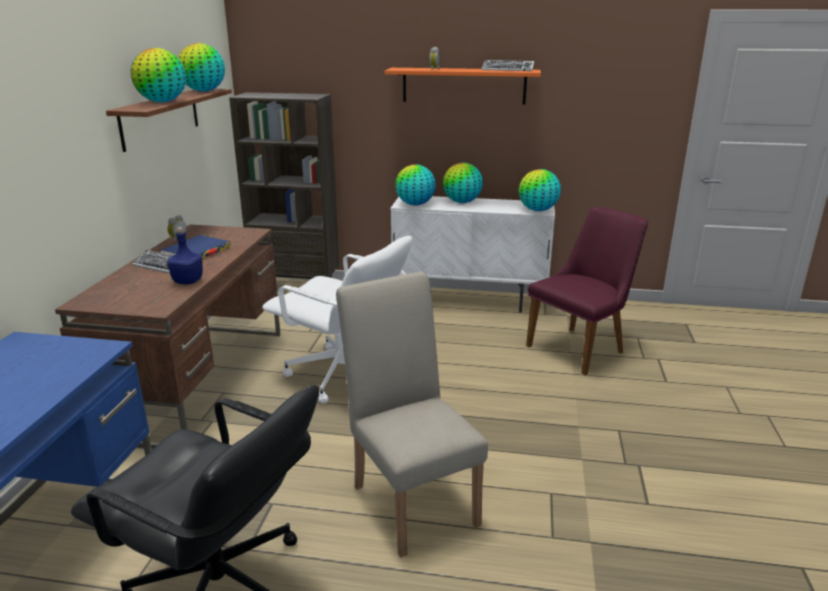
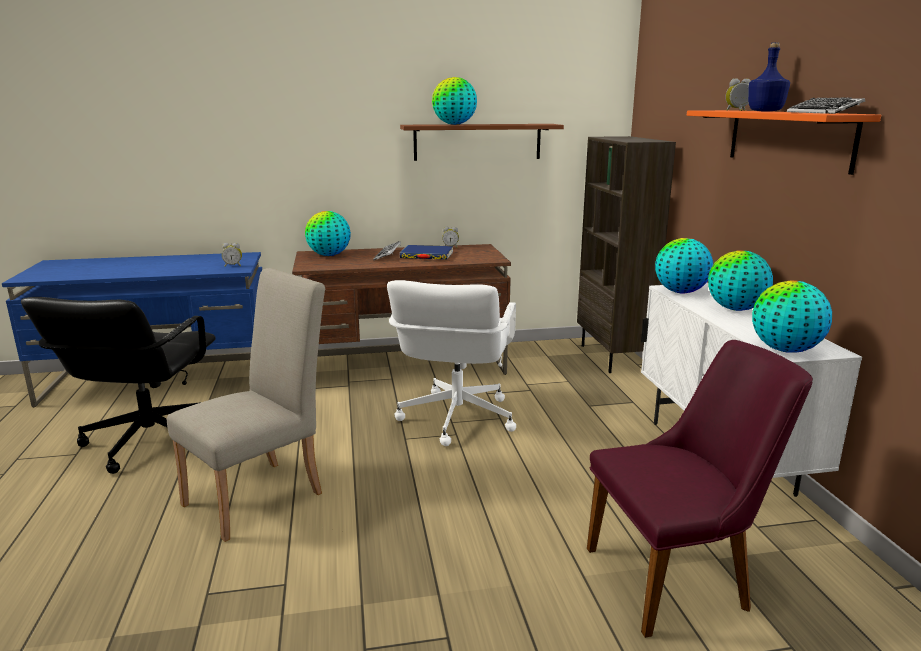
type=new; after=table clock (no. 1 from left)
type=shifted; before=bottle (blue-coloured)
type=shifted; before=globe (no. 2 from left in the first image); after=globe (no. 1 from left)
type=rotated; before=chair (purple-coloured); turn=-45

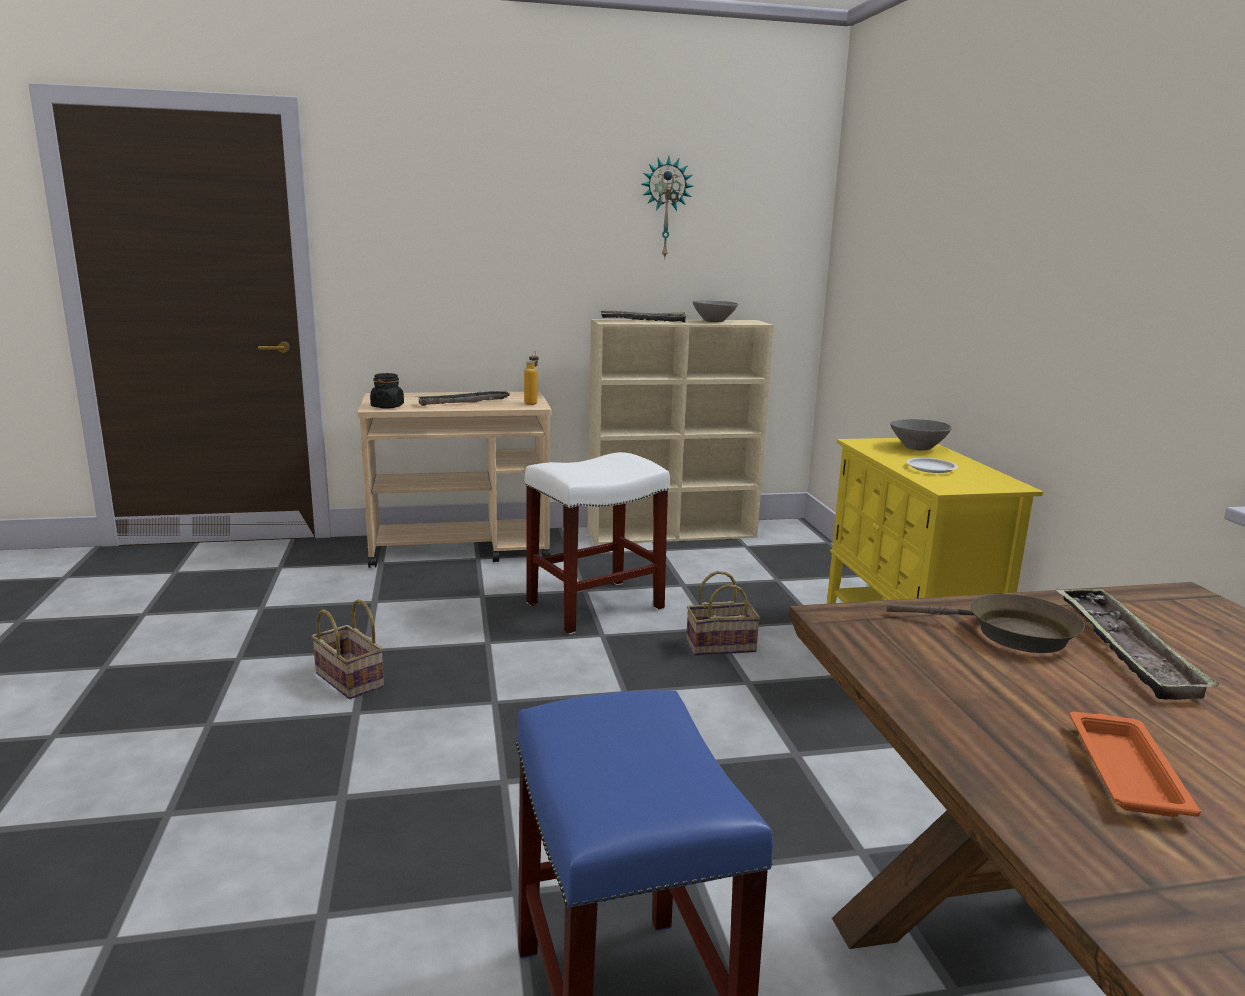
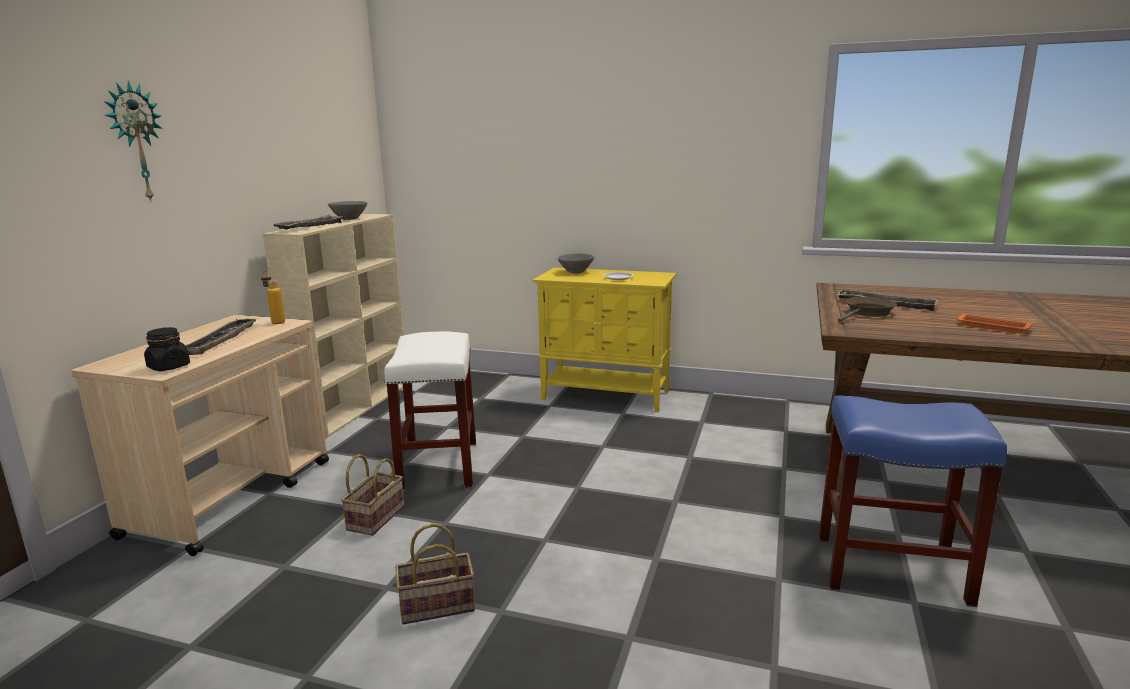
type=shifted; before=wall clock
type=shifted; before=storage basket (no. 2 from left in the first image); after=storage basket (no. 1 from left)

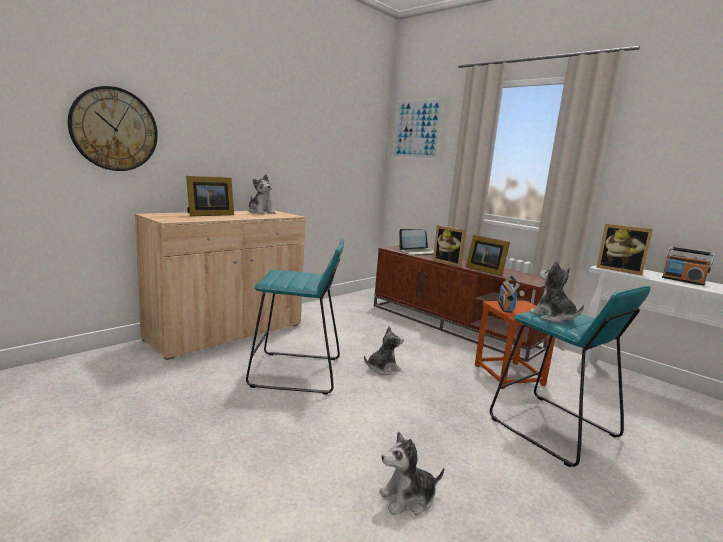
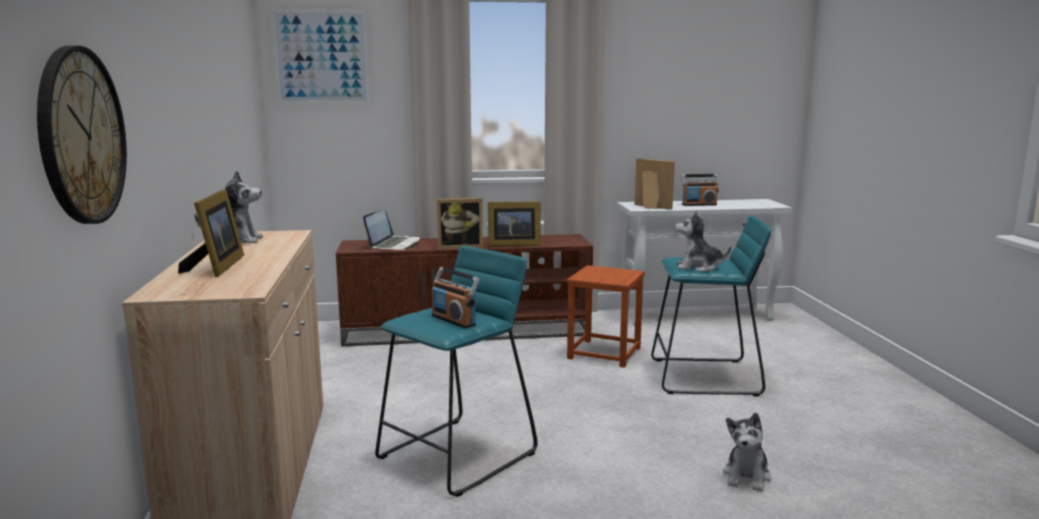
type=gone; before=soft toy (no. 2 from left)
type=shifted; before=radio (no. 1 from left)
type=rotated; before=photo frame (no. 4 from left); turn=-120

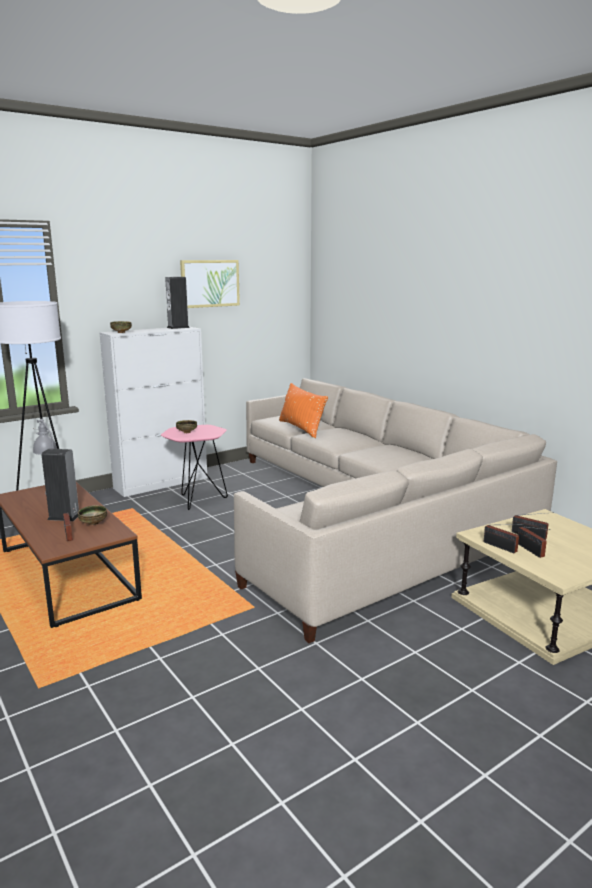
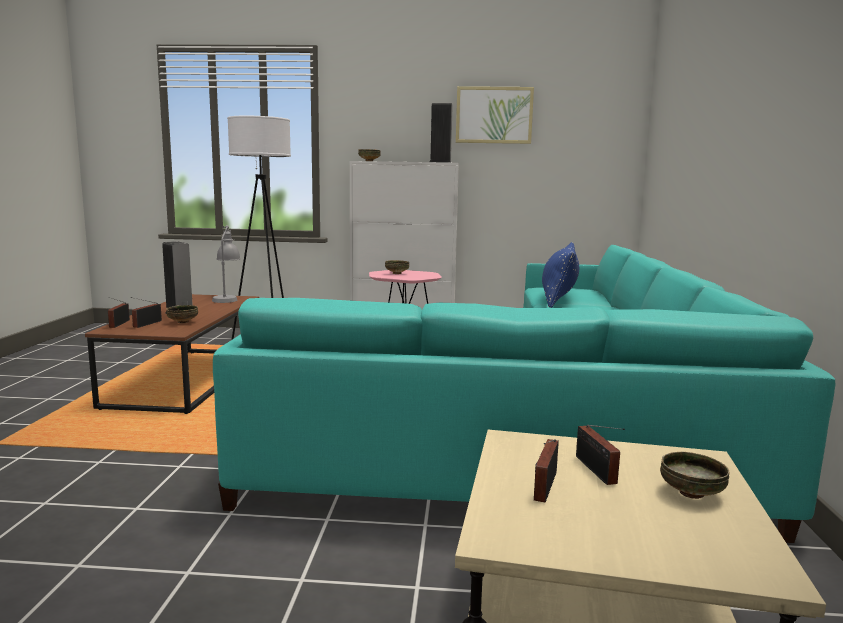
type=new; after=bowl (no. 4 from left)
type=shifted; before=radio (no. 2 from left in the first image); after=radio (no. 1 from left)
type=repainted; before=settee (beige-coloured); after=settee (turquoise-coloured)
type=repainted; before=pillow (orange); after=pillow (blue-coloured)

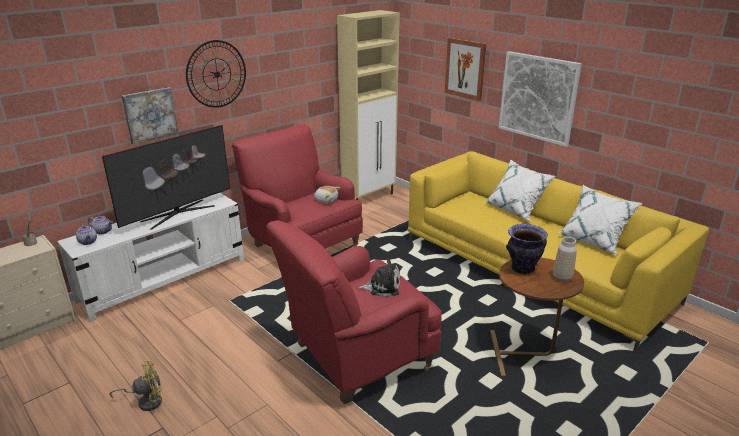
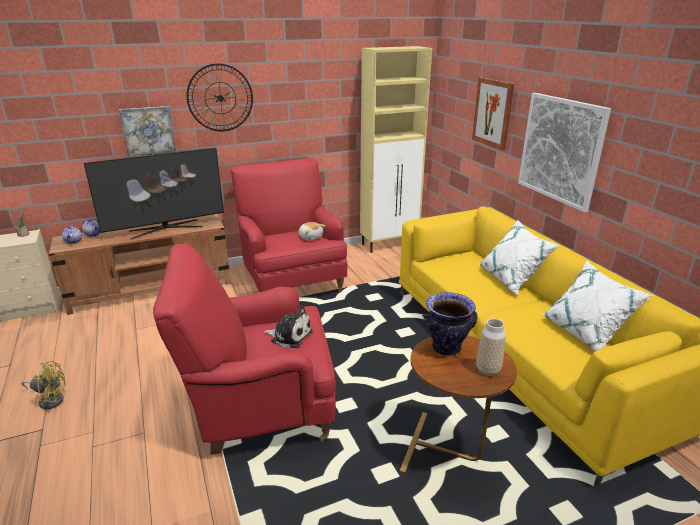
type=repainted; before=media console (white-coloured); after=media console (brownish)

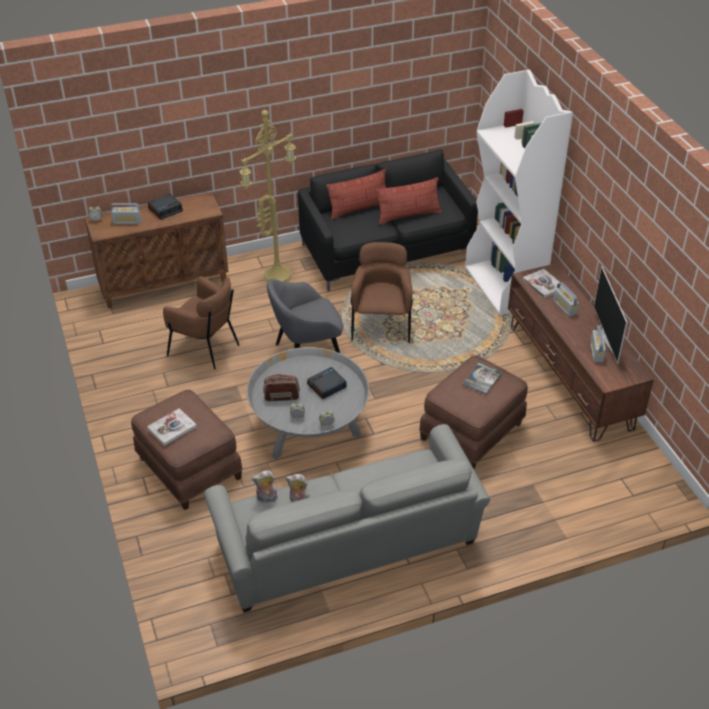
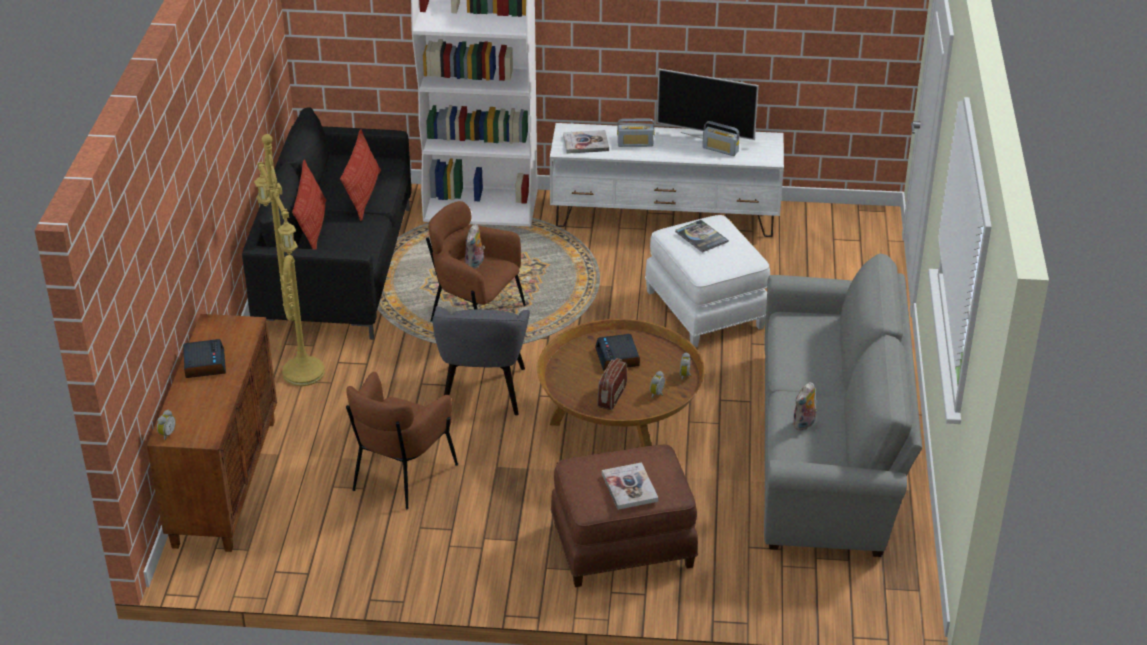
type=gone; before=radio (no. 1 from left)
type=shifted; before=soft toy (no. 1 from left)
type=repainted; before=lounge table (grey); after=lounge table (brownish)
type=repainted; before=pouffe (brownish) (no. 2 from left); after=pouffe (white-coloured)
type=repainted; before=media console (brownish); after=media console (white-coloured)
type=rotated; before=easy chair (brownish) (no. 1 from left); turn=150

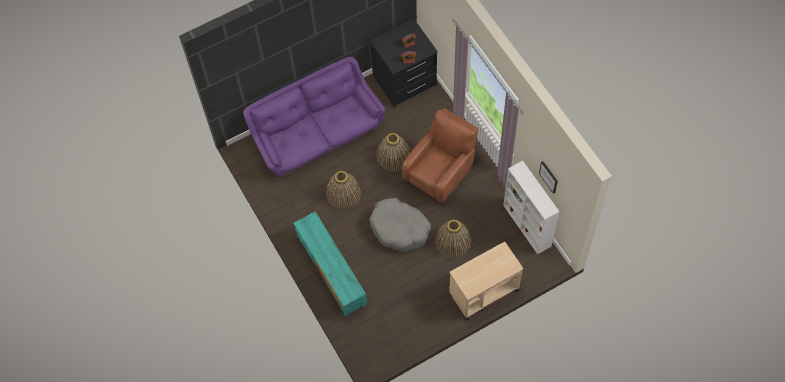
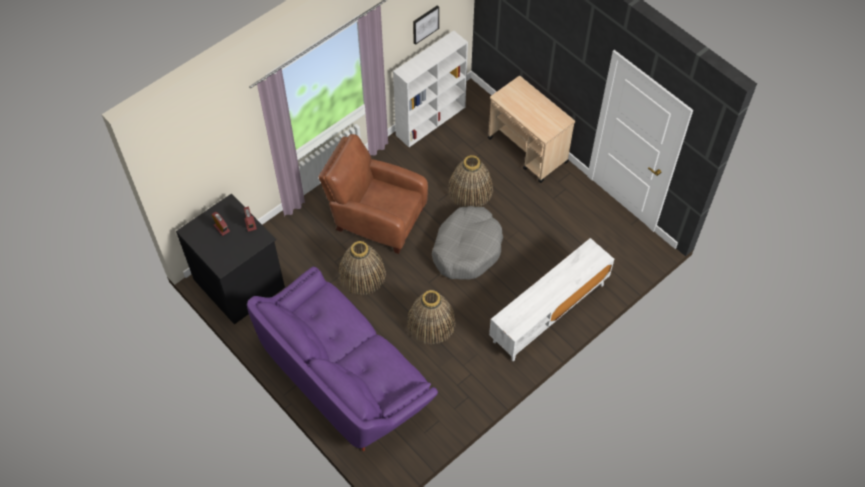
type=repainted; before=media console (turquoise-coloured); after=media console (white-coloured)

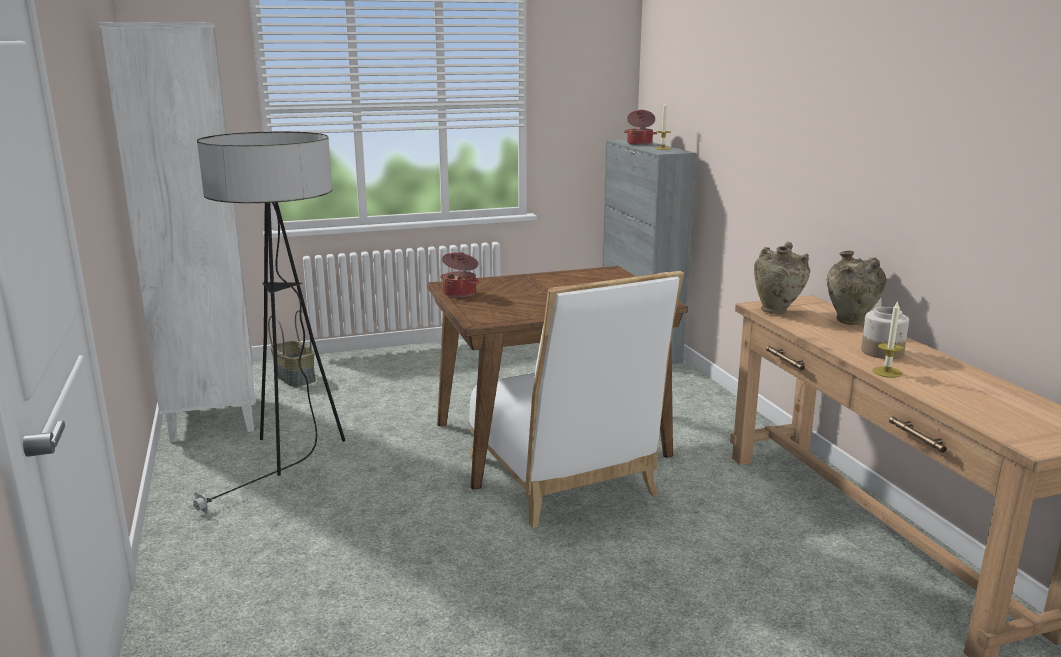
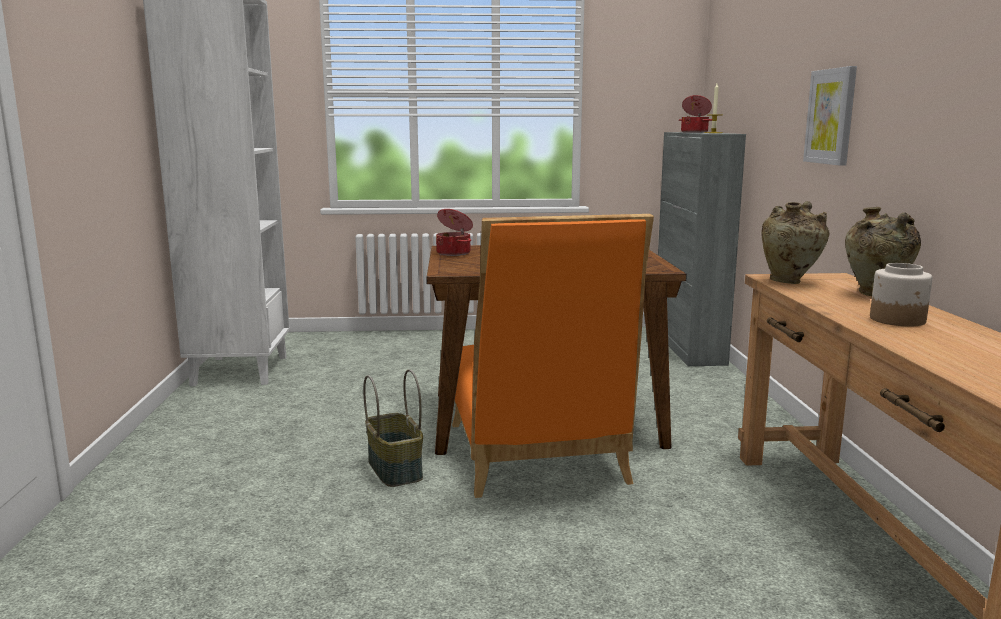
type=gone; before=standing lamp
type=gone; before=wax light (no. 2 from left)
type=new; after=picture
type=shifted; before=storage basket
type=repainted; before=chair (white-coloured); after=chair (orange)

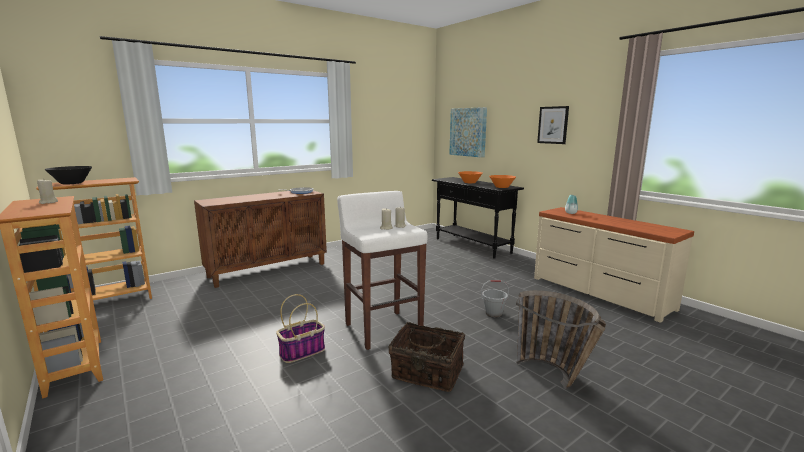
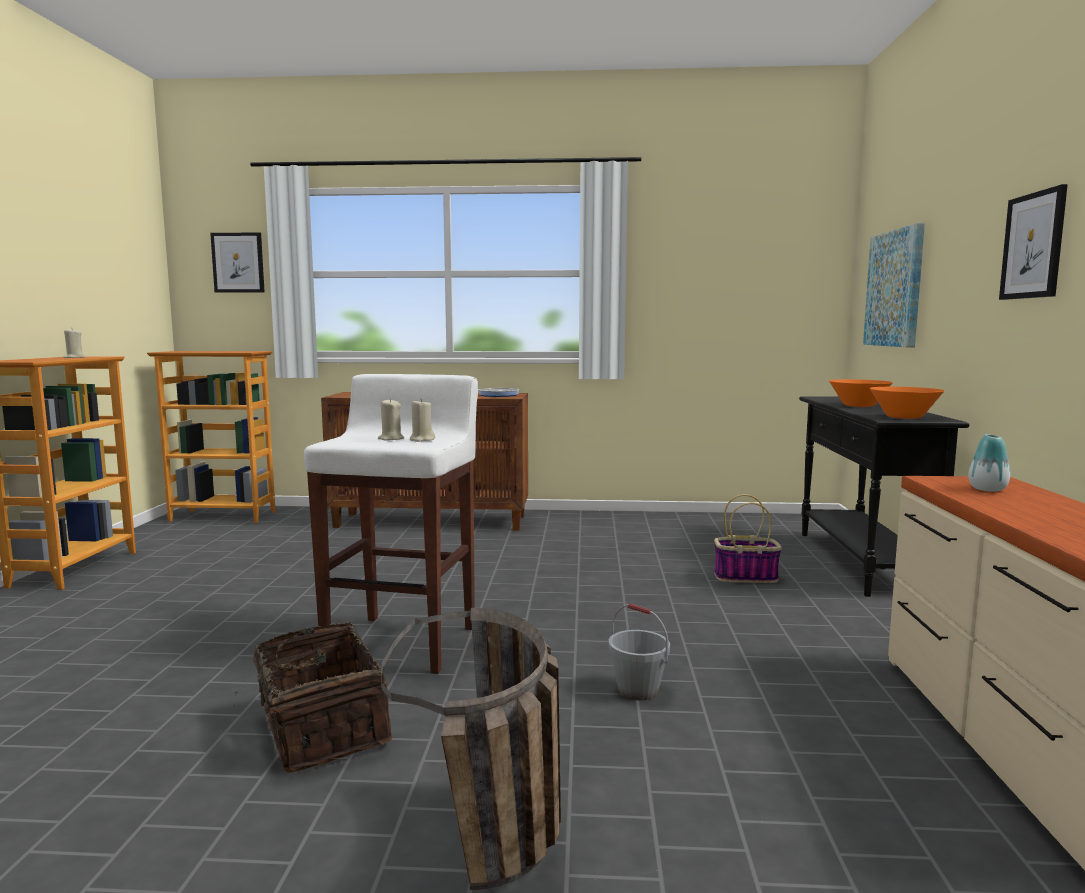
type=gone; before=bowl (black-coloured)
type=new; after=picture (no. 1 from left)
type=shifted; before=storage basket (no. 1 from left in the first image); after=storage basket (no. 3 from left)

